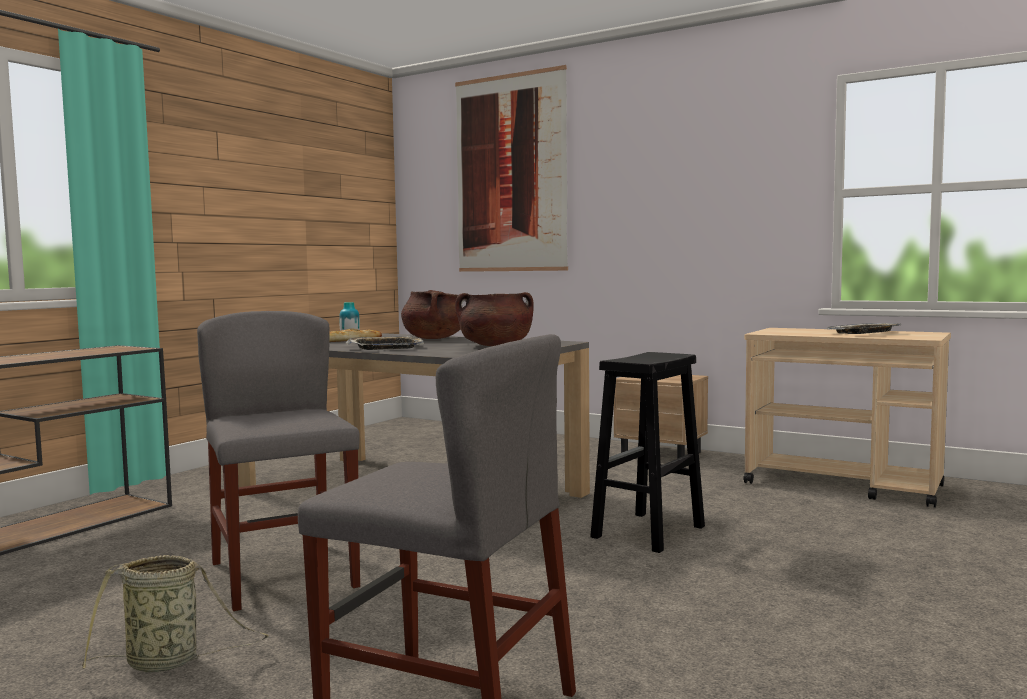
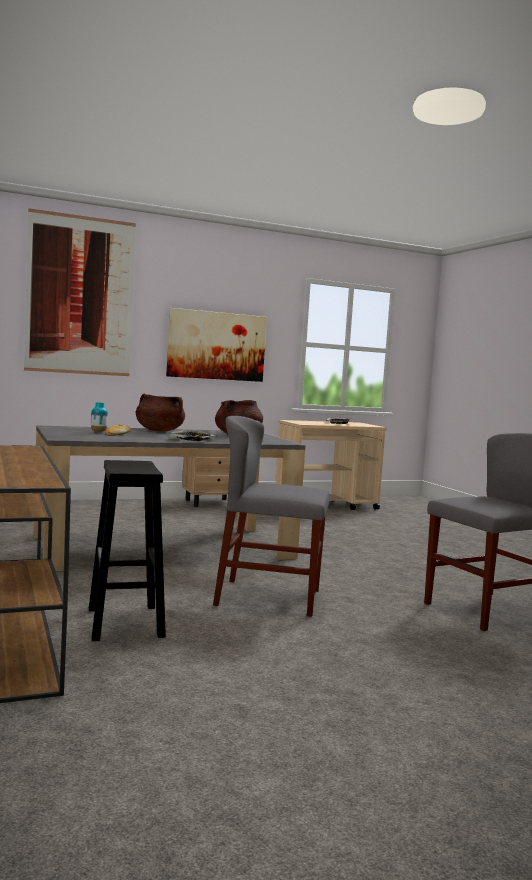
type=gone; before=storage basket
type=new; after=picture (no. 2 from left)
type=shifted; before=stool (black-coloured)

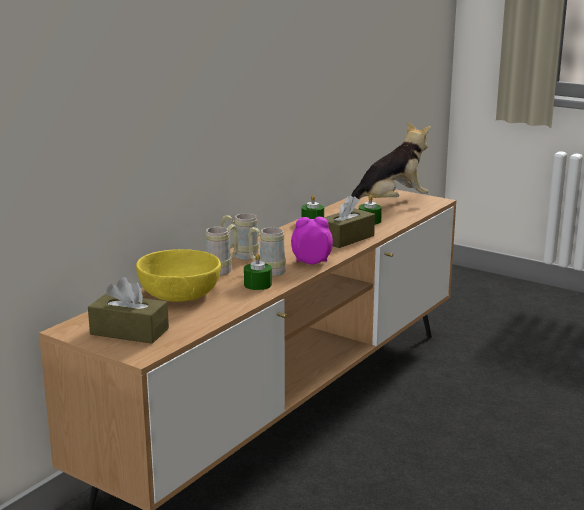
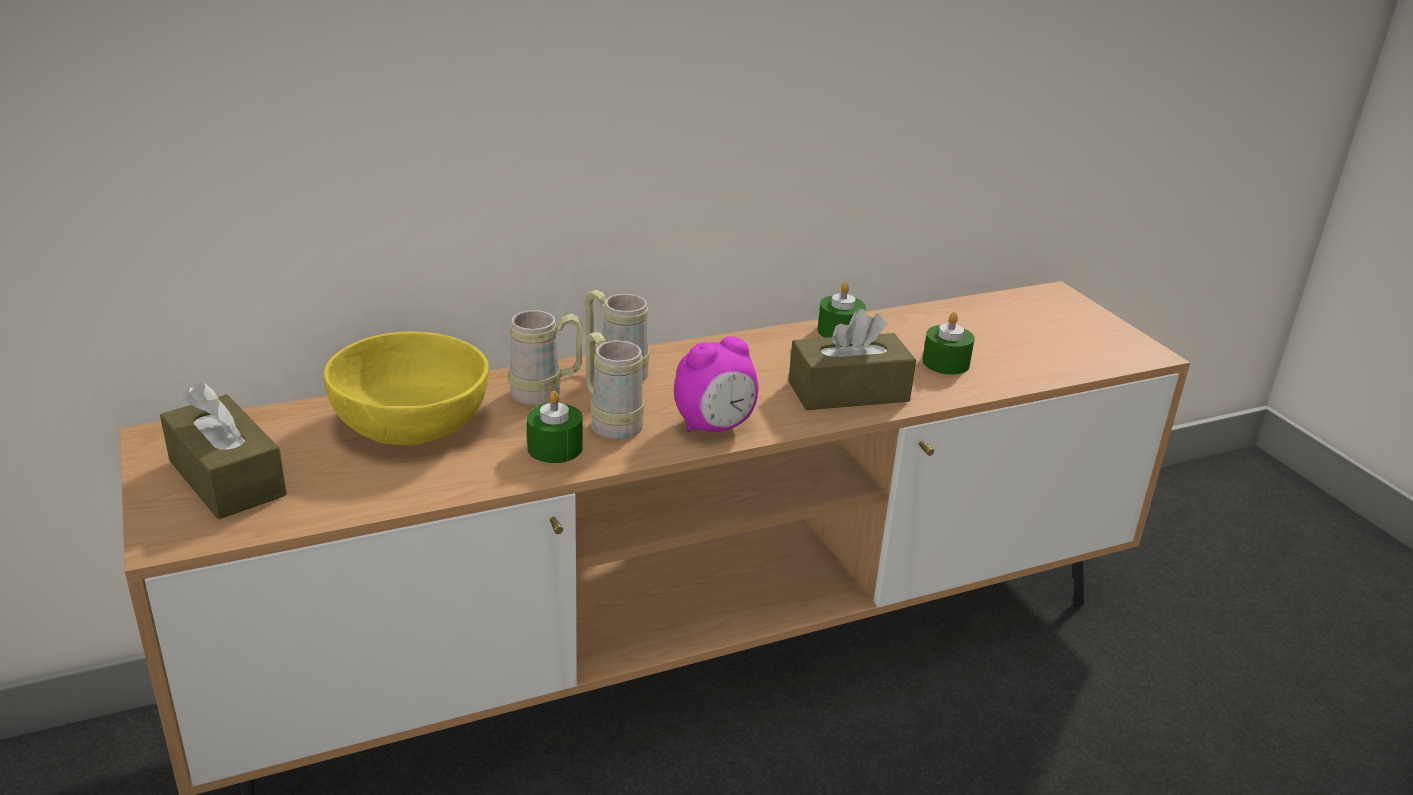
type=gone; before=soft toy
type=rotated; before=table clock; turn=120

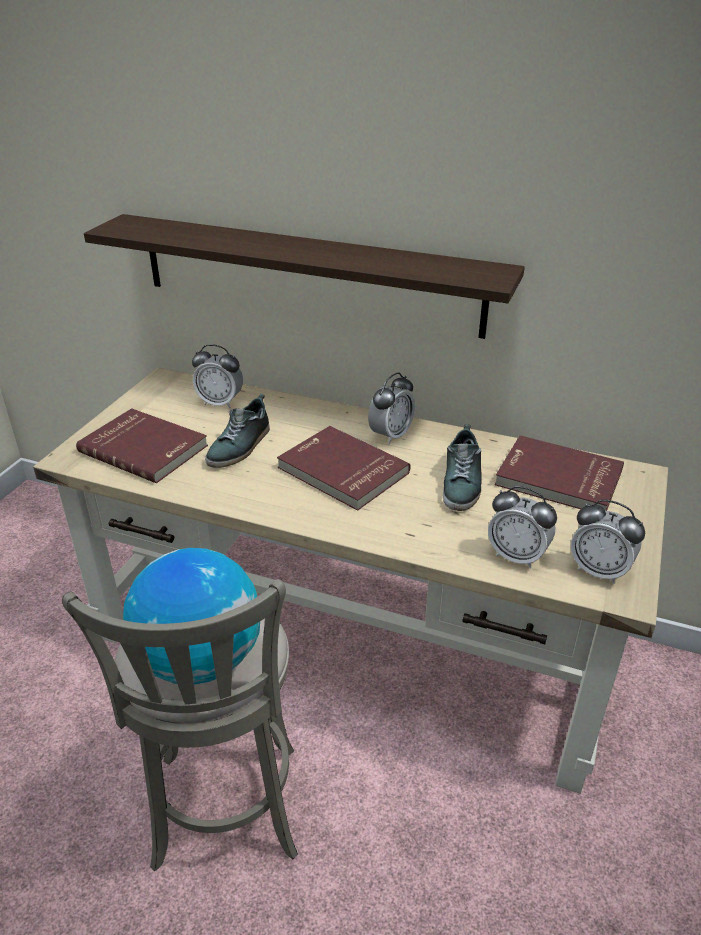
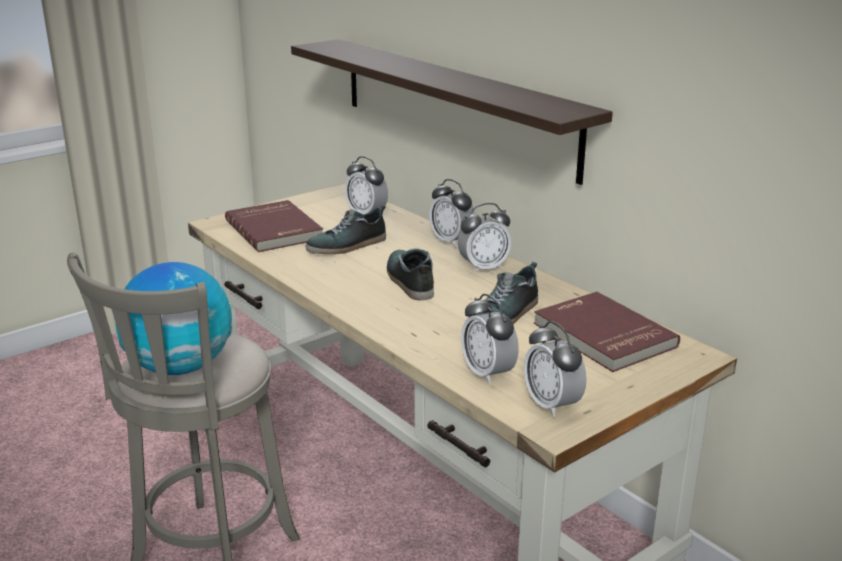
type=new; after=table clock (no. 2 from left)
type=swapped; before=volume (red) (no. 2 from left); after=item of footwear (no. 2 from left)

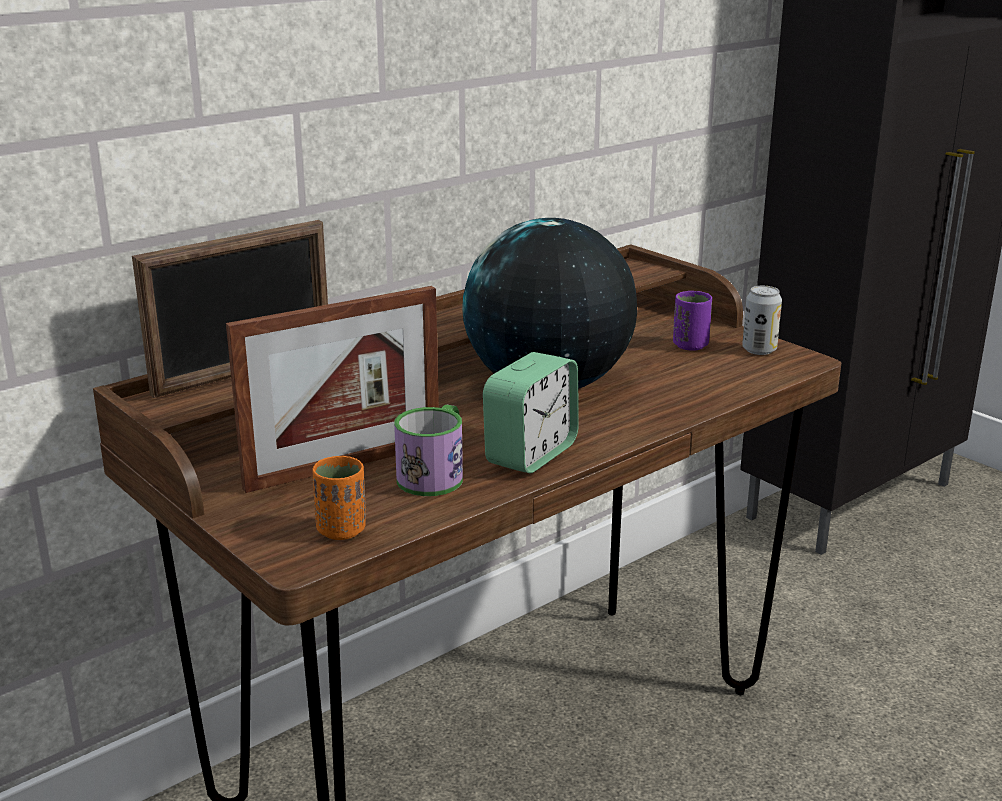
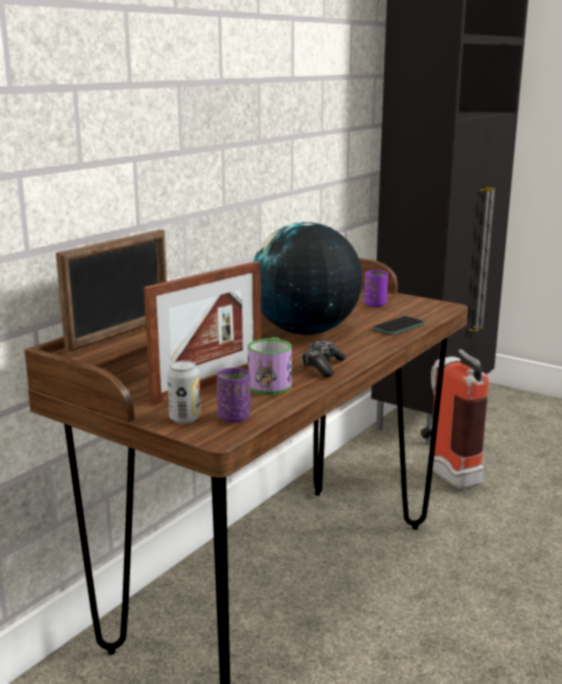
type=new; after=handset
type=new; after=fire extinguisher
type=shifted; before=sealed can
type=swapped; before=table clock; after=game controller
type=repainted; before=small cup (orange); after=small cup (purple-coloured) (no. 1 from left)

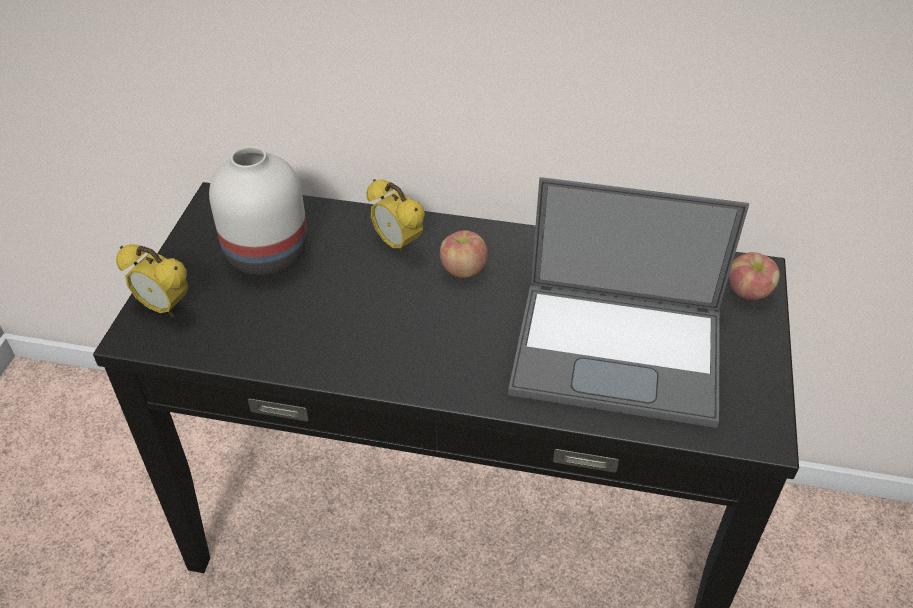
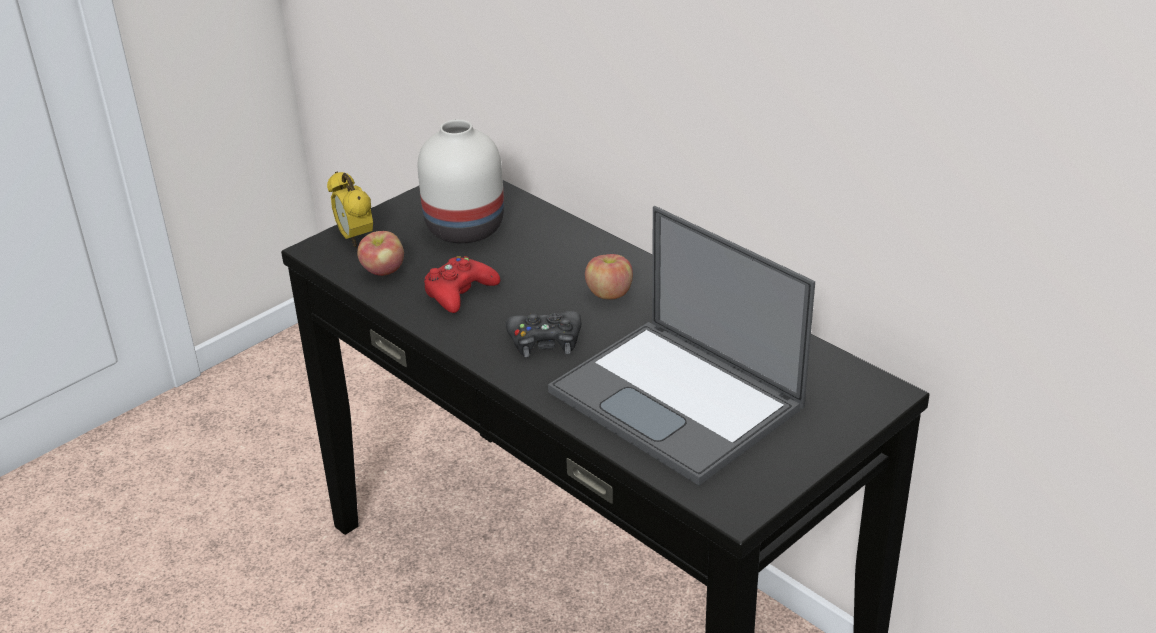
type=gone; before=table clock (no. 2 from left)
type=new; after=game controller (red)
type=new; after=game controller (black-coloured)
type=shifted; before=apple (no. 2 from left in the first image); after=apple (no. 1 from left)

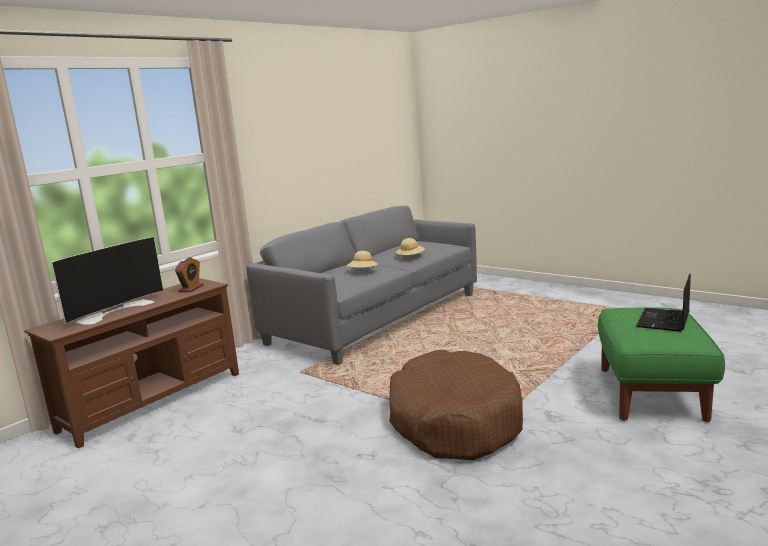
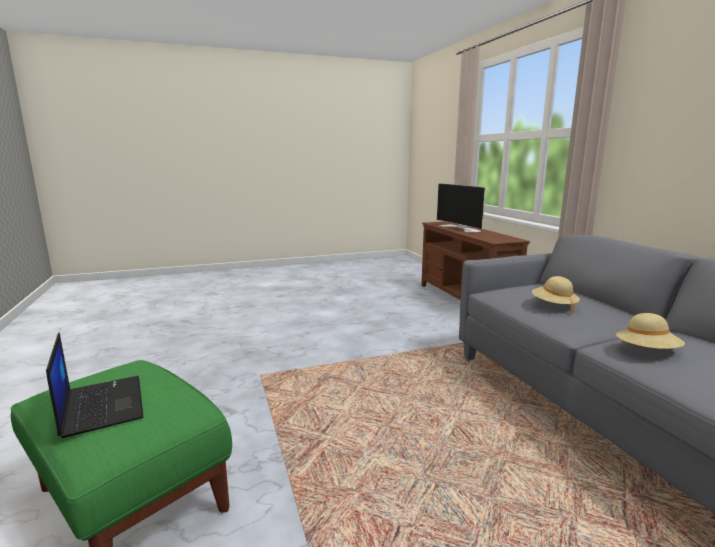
type=gone; before=table clock
type=gone; before=dog cushion (brownish)

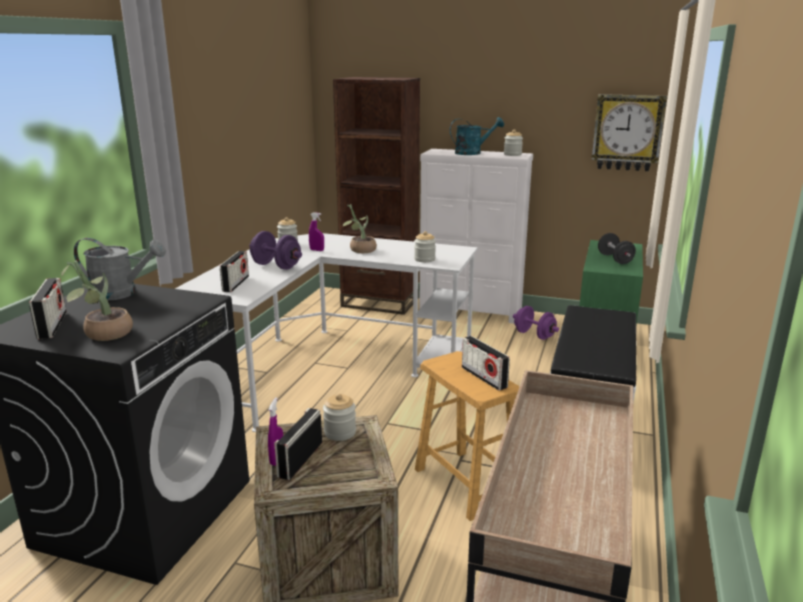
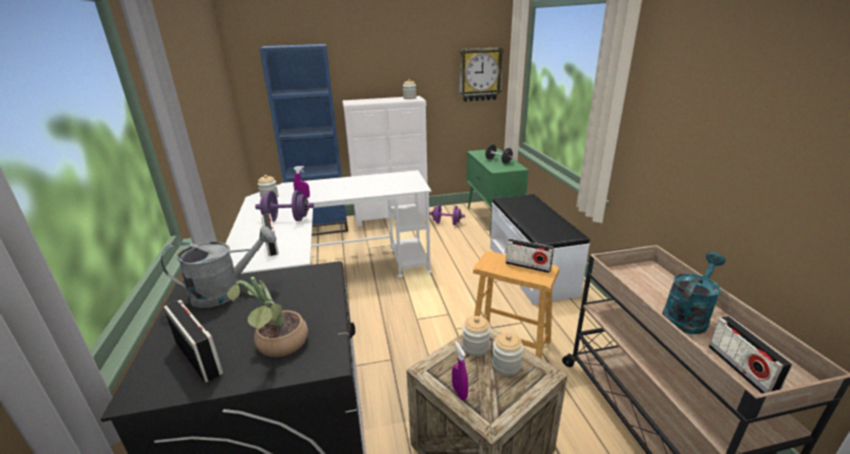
type=gone; before=plant in a pot (no. 2 from left)
type=shifted; before=radio (no. 3 from left in the first image); after=radio (no. 4 from left)
type=shifted; before=jar (no. 3 from left in the first image); after=jar (no. 4 from left)
type=shifted; before=watering can (turquoise-coloured)
type=repainted; before=shelving unit (brownish); after=shelving unit (blue-coloured)

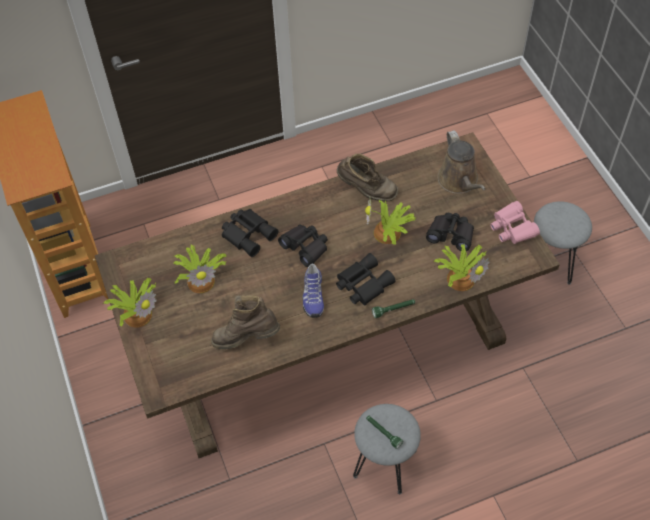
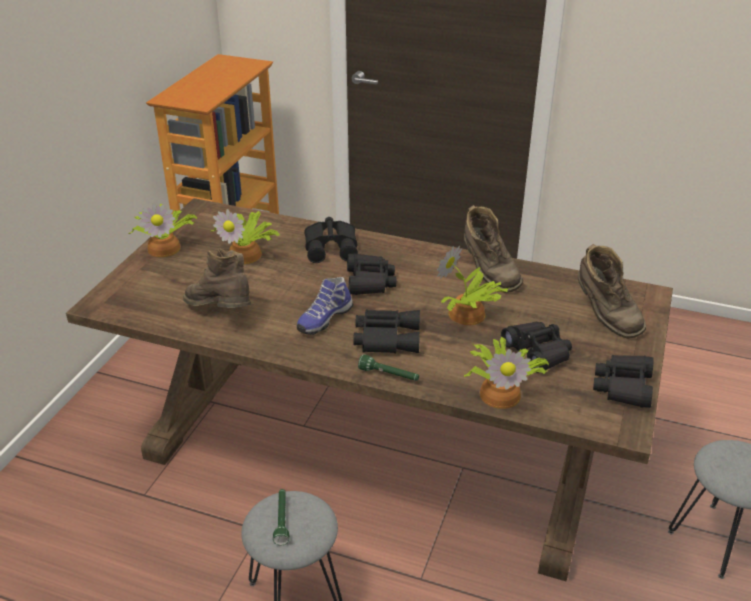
type=swapped; before=watering can (brownish); after=boot (brownish) (no. 3 from left)
type=repainted; before=pair of binoculars (pink); after=pair of binoculars (black-coloured) (no. 5 from left)

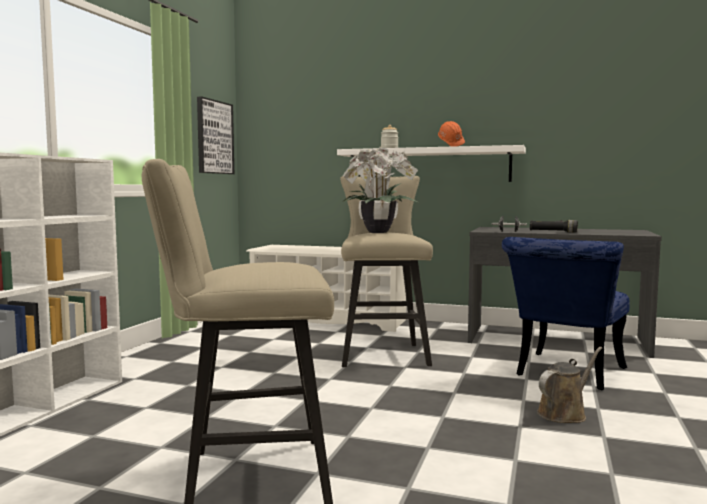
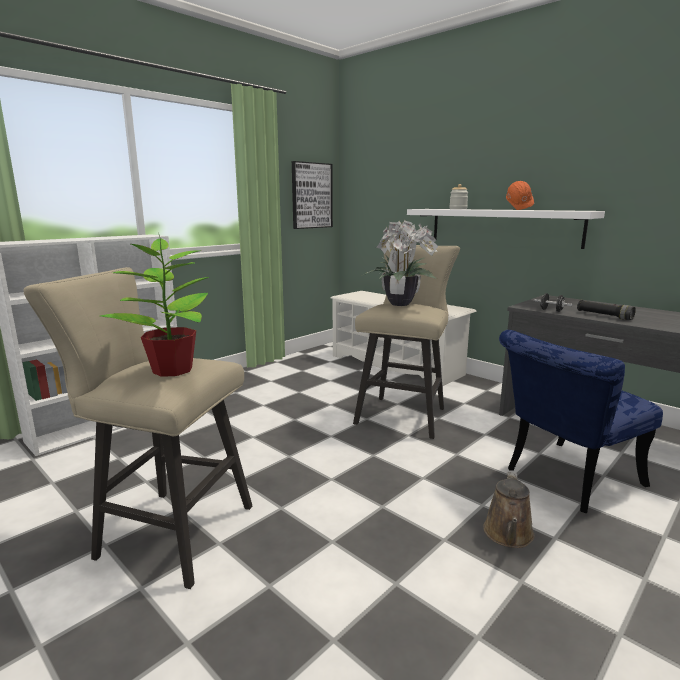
type=new; after=plant in a pot (no. 1 from left)
type=rotated; before=watering can (brownish); turn=120

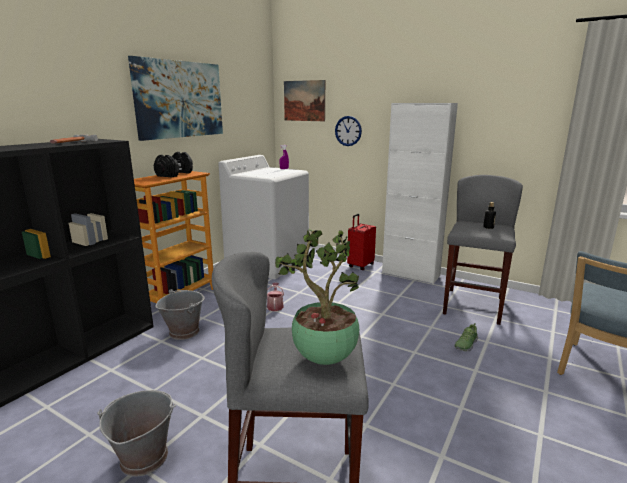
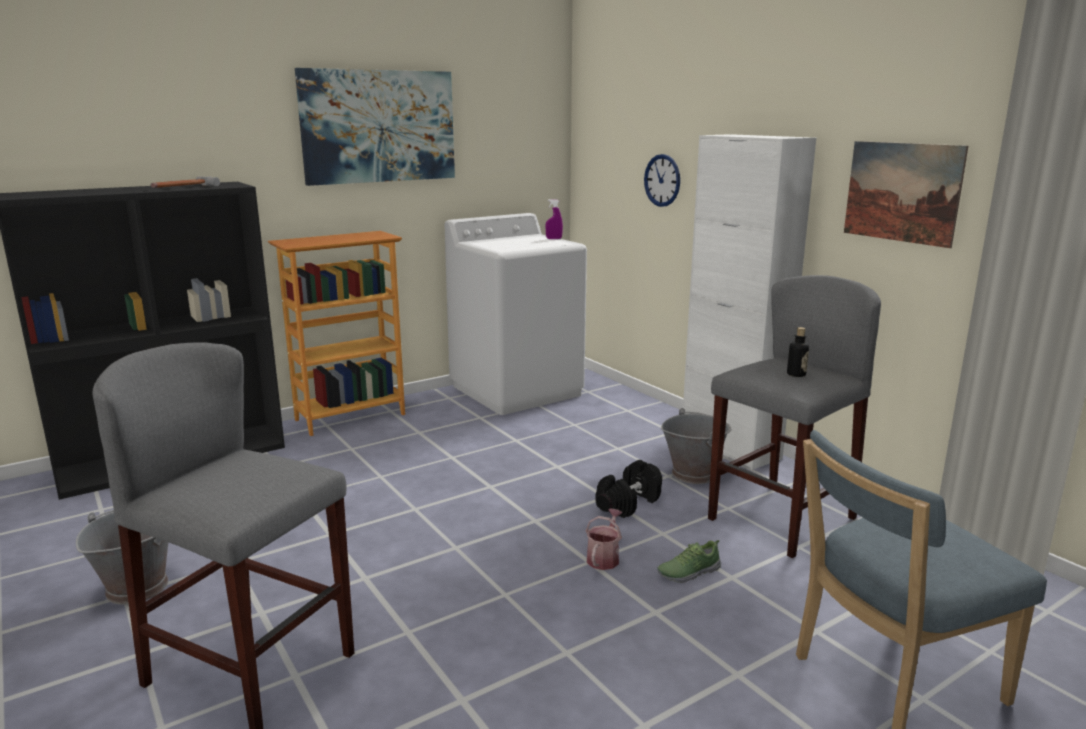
type=gone; before=plant in a pot
type=gone; before=suitcase (red)
type=shifted; before=free weight (black-coloured)
type=shifted; before=water bucket (grey) (no. 2 from left)
type=shifted; before=watering can
type=shifted; before=picture (no. 2 from left)

